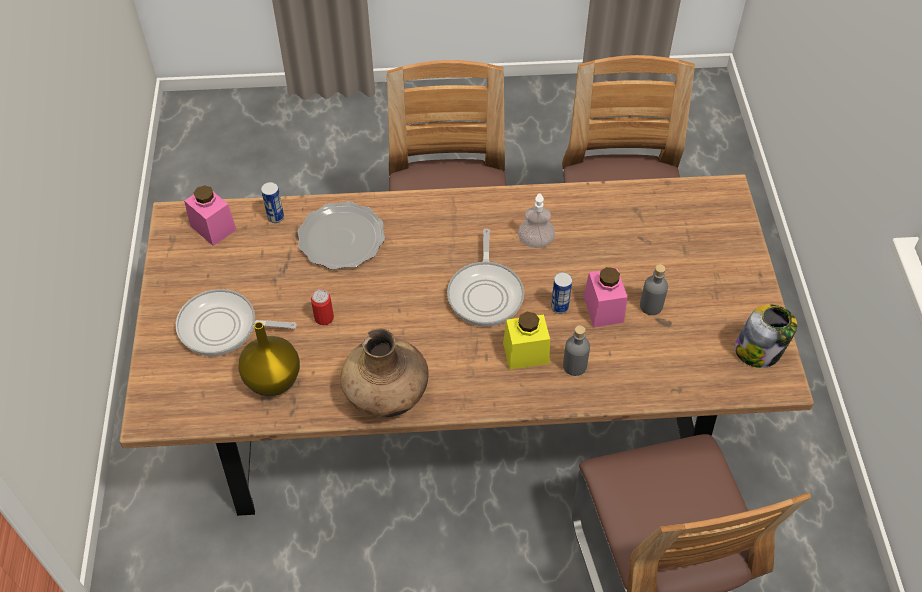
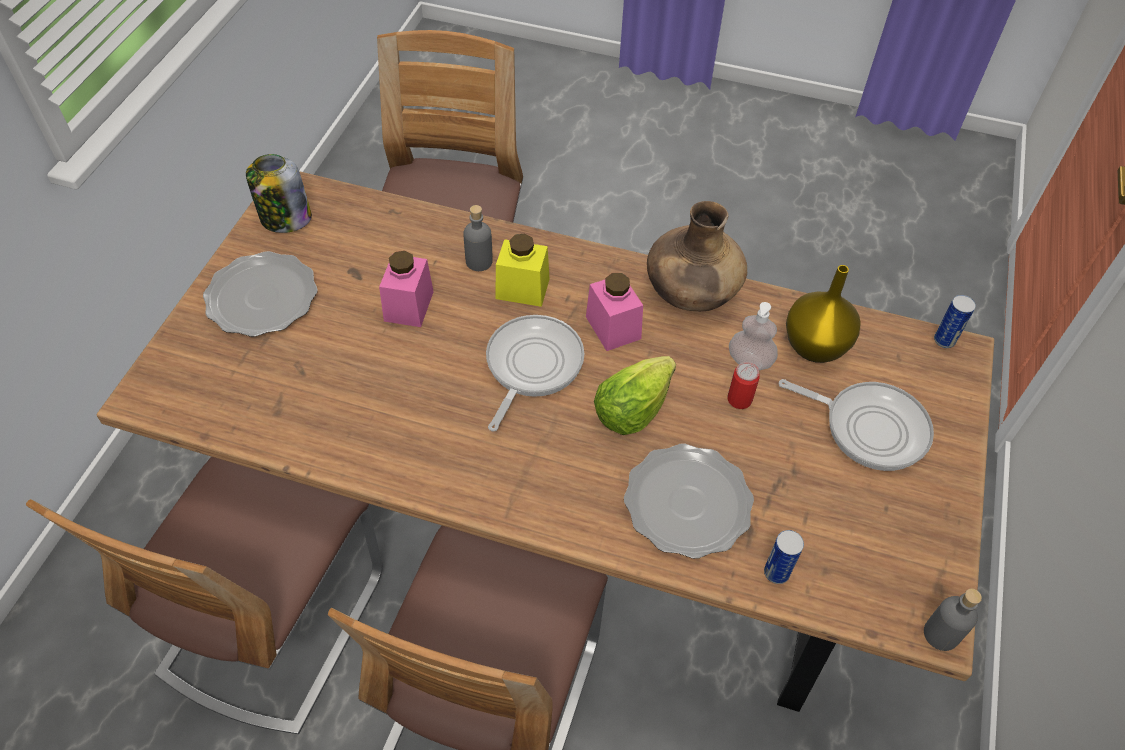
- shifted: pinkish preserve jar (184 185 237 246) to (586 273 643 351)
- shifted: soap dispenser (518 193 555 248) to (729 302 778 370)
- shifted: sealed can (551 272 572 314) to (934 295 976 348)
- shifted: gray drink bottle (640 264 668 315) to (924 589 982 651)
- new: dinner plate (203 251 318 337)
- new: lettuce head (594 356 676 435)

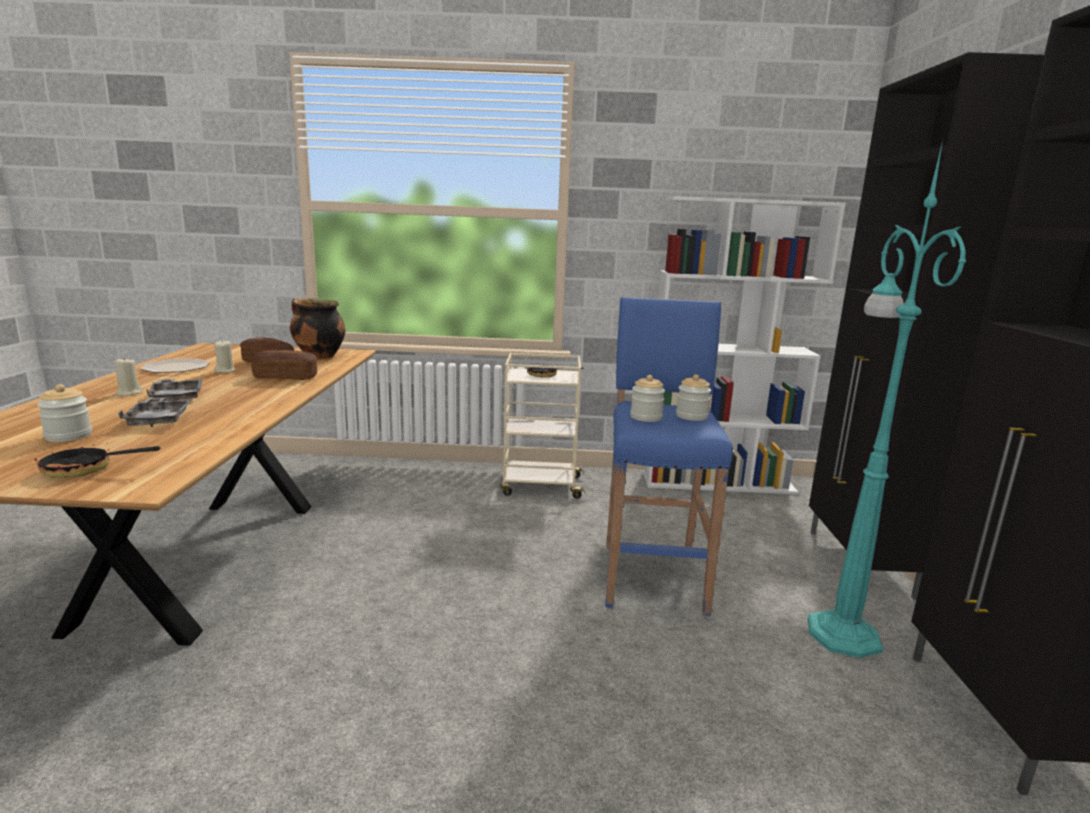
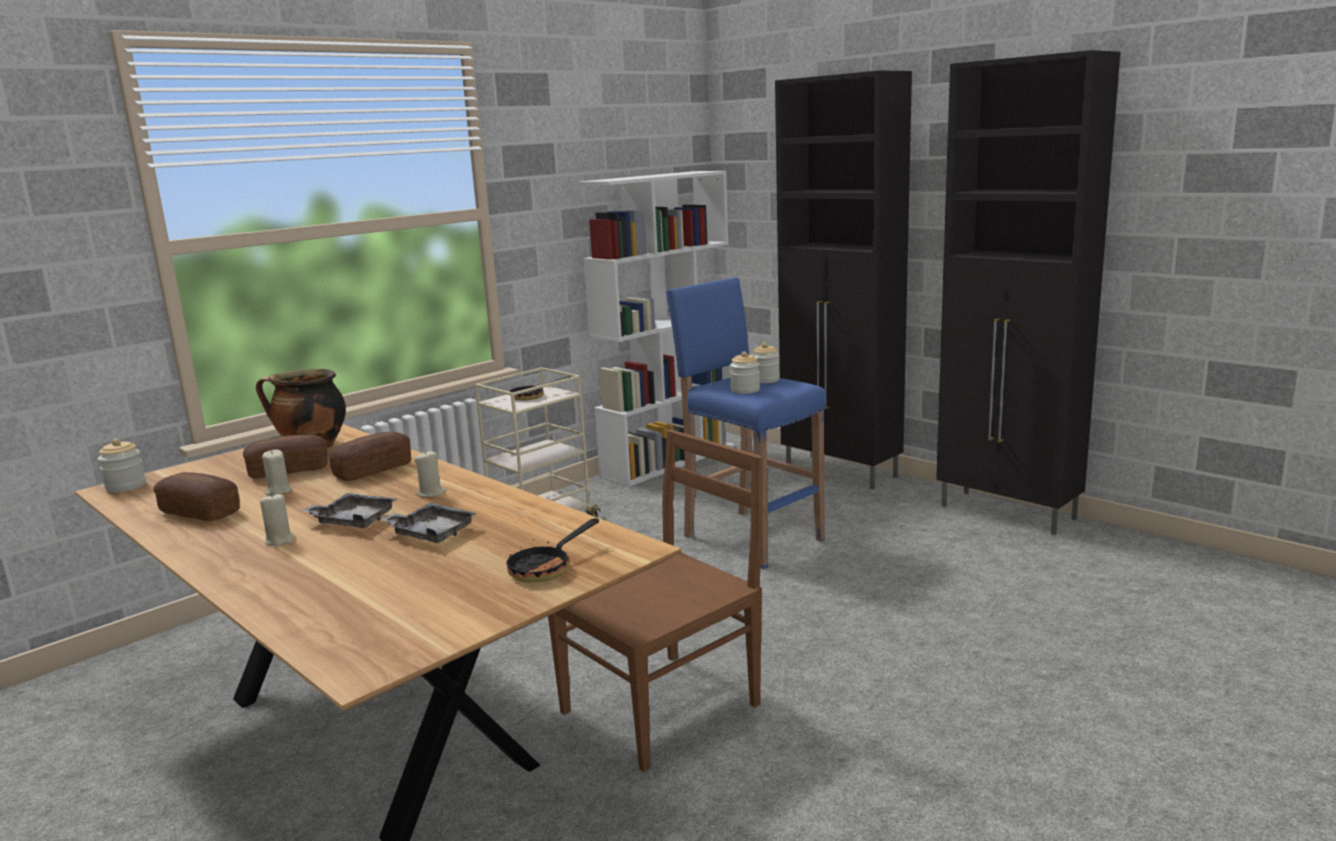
- shifted: preserve jar (37 384 92 442) to (98 439 146 492)
- swapped: dinner plate (140 358 210 373) to bakery bread (153 472 240 521)
- gone: turquoise standard lamp (808 141 966 658)
- new: beige-coloured candle (414 450 446 497)
- new: brown chair (548 429 763 772)

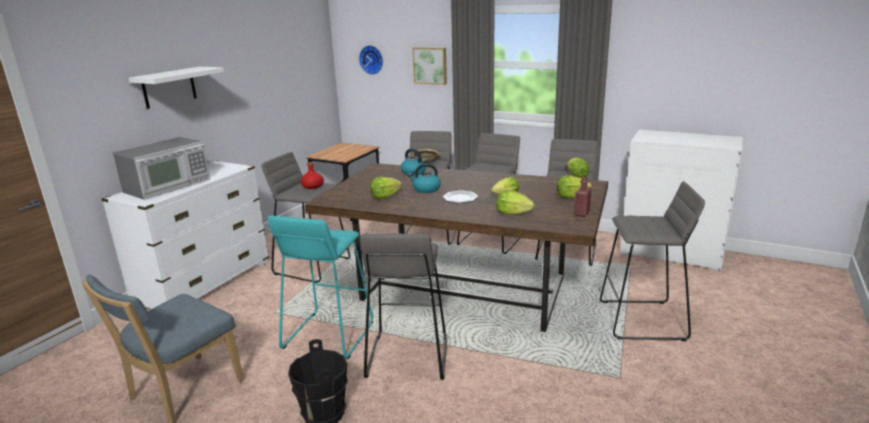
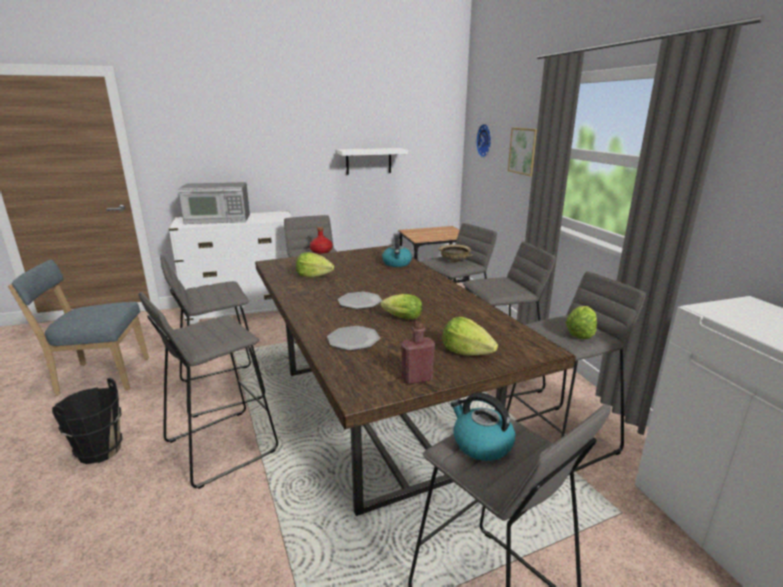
- shifted: white-coloured bracket shelf (129 67 224 109) to (337 148 408 175)
- repainted: turquoise sitting stool (268 216 373 359) to gray sitting stool (160 255 265 418)
- shifted: kettle (408 163 441 193) to (450 393 515 461)
- swapped: lettuce head (496 190 535 215) to dinner plate (327 326 380 351)

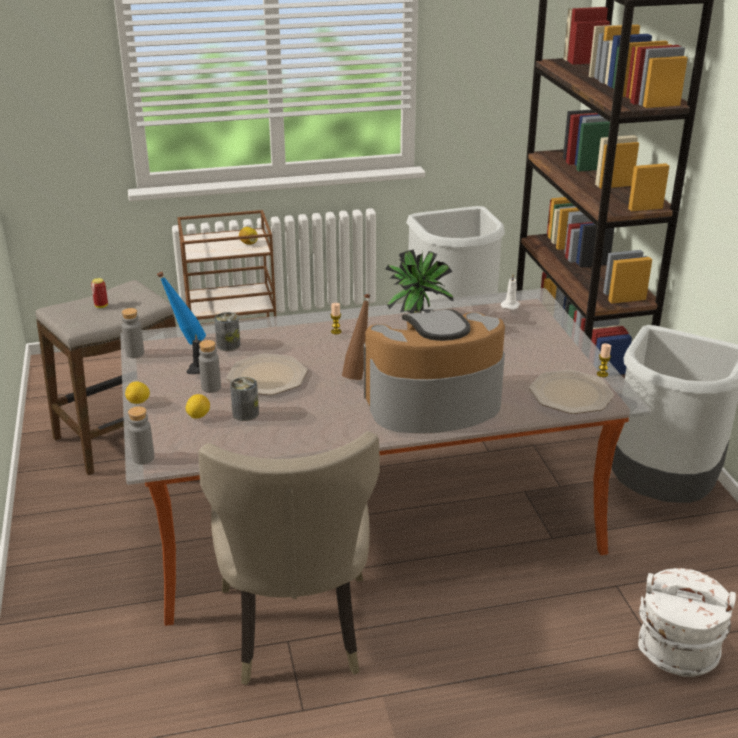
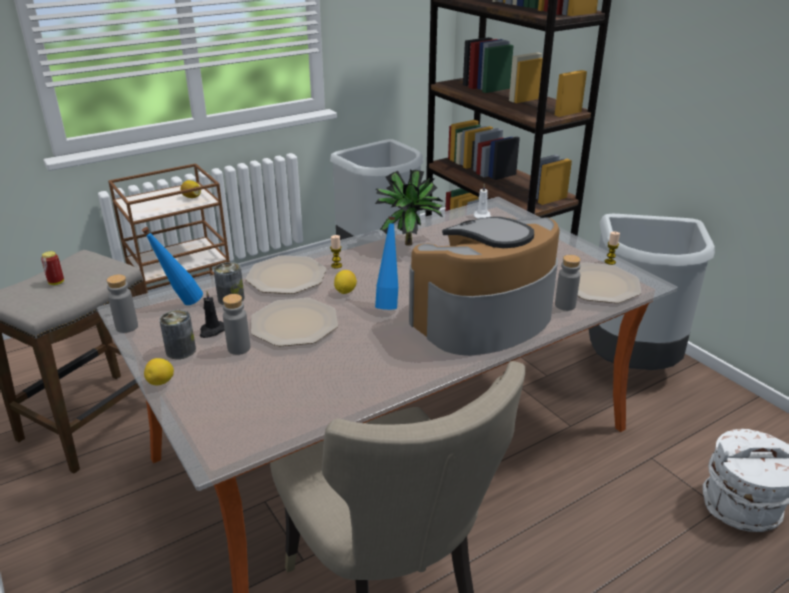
- shifted: gray drink bottle (128 406 155 464) to (555 255 581 311)
- shifted: lemon (186 394 210 419) to (334 270 357 294)
- shifted: sealed can (230 377 259 421) to (159 310 196 359)
- repainted: brown drink bottle (342 294 371 380) to bluish drink bottle (375 216 398 310)
- new: dinner plate (245 255 326 294)

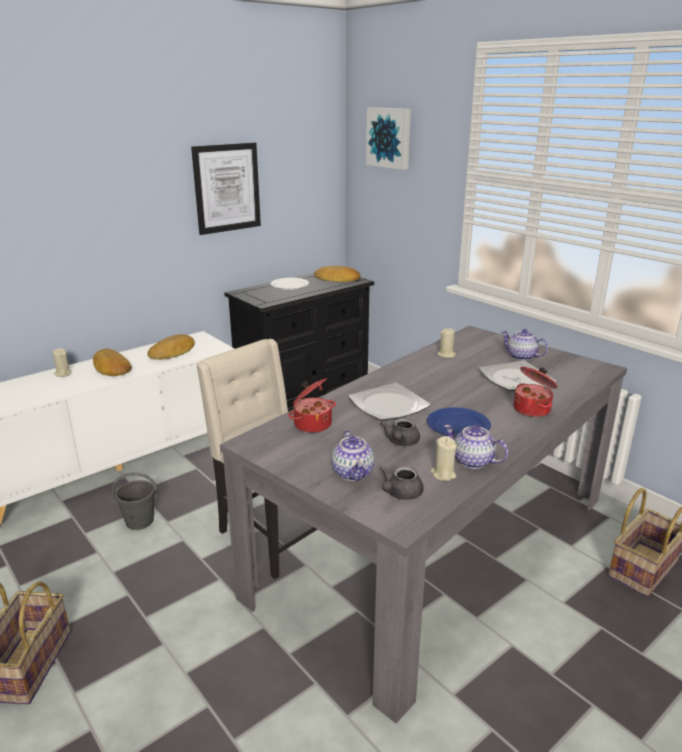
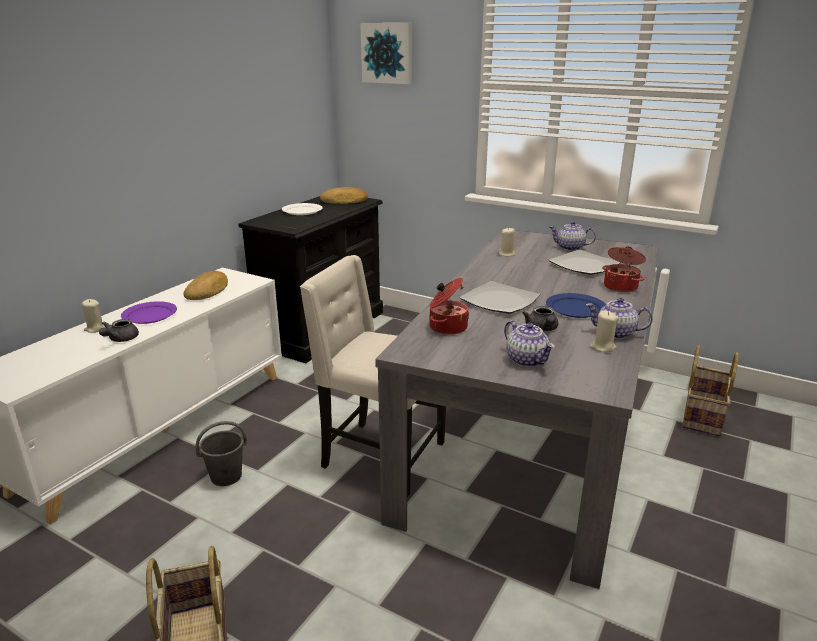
- swapped: bakery bread (93 348 132 376) to purple-coloured dinner plate (121 301 177 324)
- gone: picture (191 142 261 235)
- shifted: gray tea pot (380 467 424 500) to (99 319 139 342)

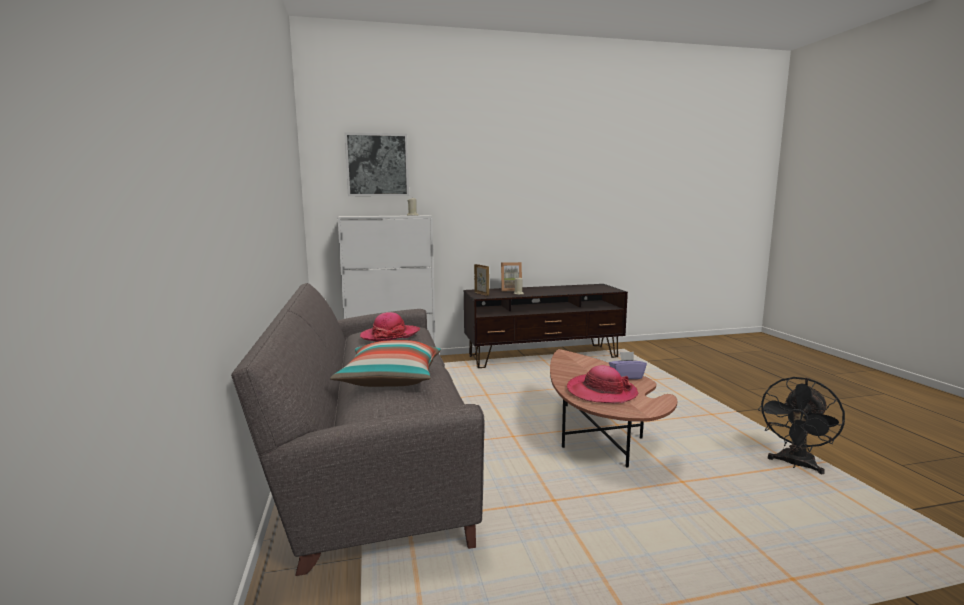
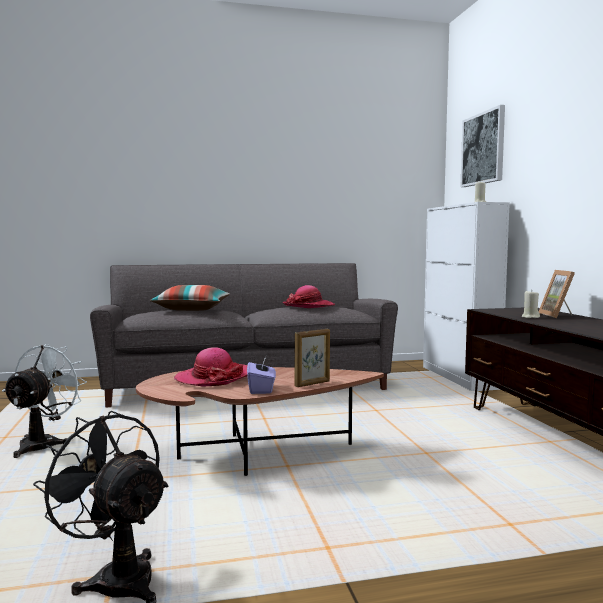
- shifted: standing frame (474 264 489 296) to (295 329 330 387)
- new: white-coloured fan (2 344 87 458)

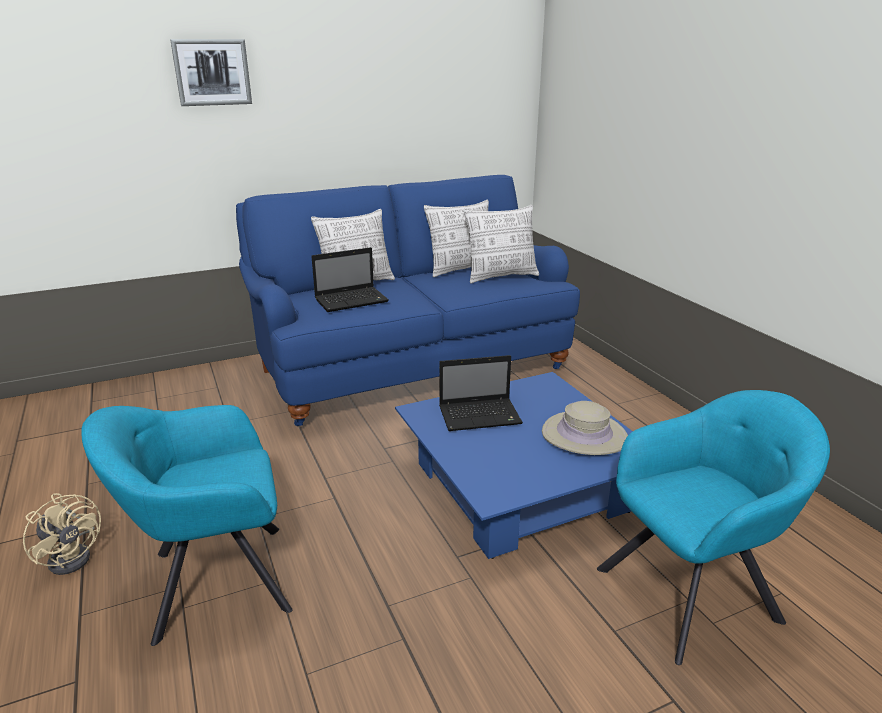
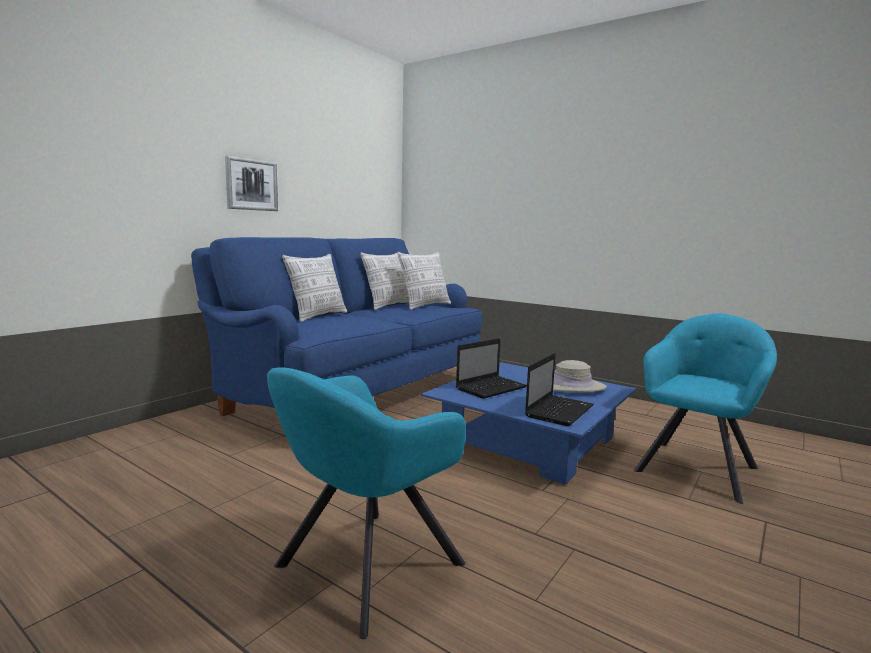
- gone: beige-coloured fan (23 493 101 575)
- shifted: picture (170 39 252 106) to (225 156 278 211)
- shifted: notebook computer (311 247 389 312) to (525 353 594 426)

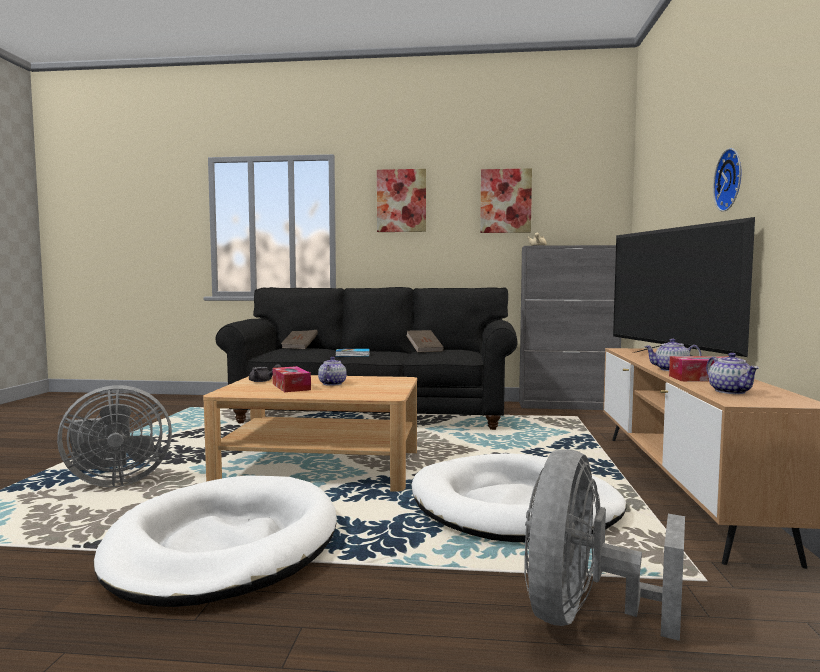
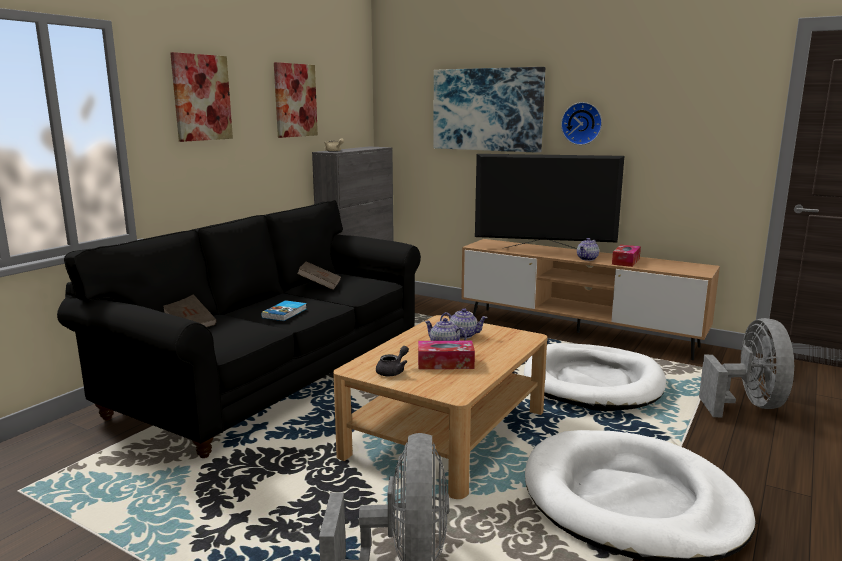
- rotated: gray fan (524 449 685 641) = (699 318 795 418) 135 degrees counterclockwise
- shifted: tea pot (706 353 759 394) to (440 308 488 339)
- new: picture (433 67 545 153)

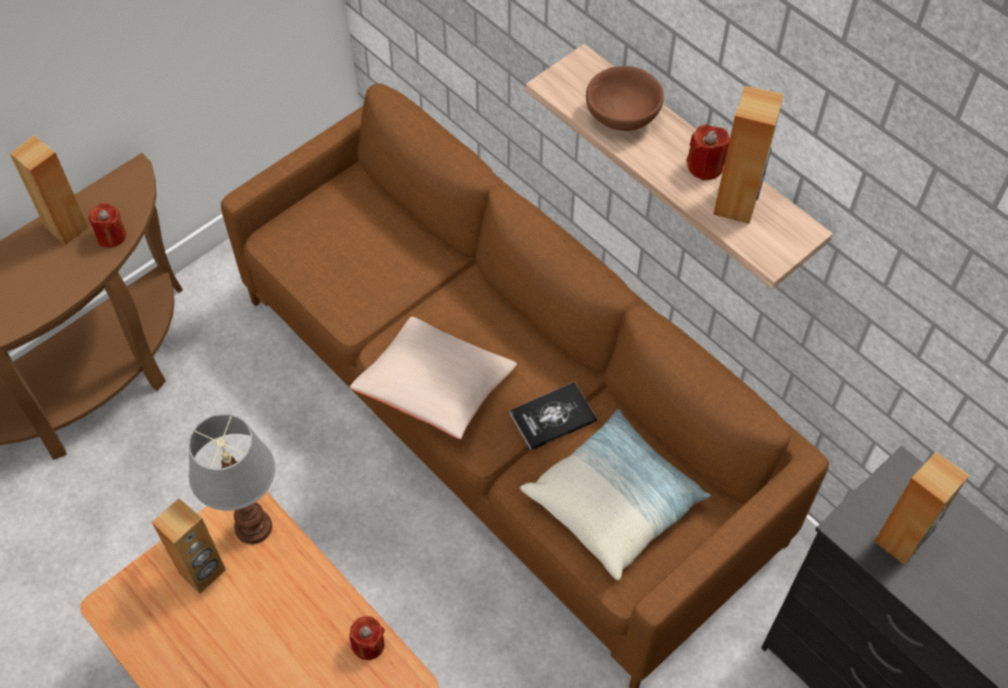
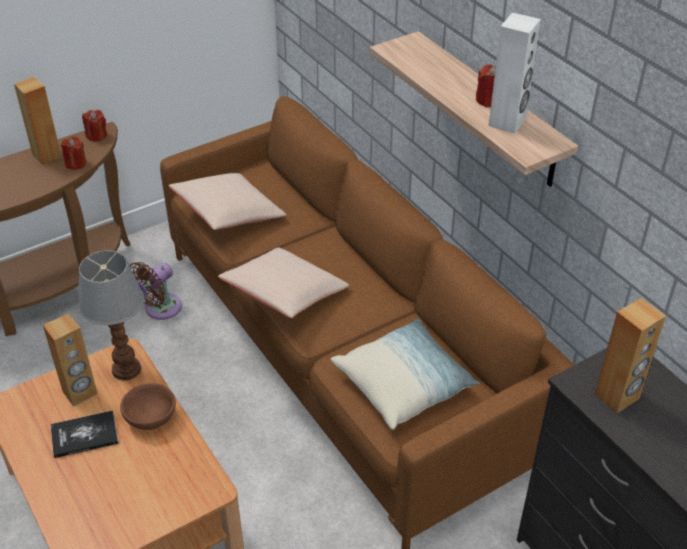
- shifted: red candle (349 616 385 660) to (82 110 107 141)
- shifted: volume (510 382 597 450) to (50 410 118 458)
- shifted: brown serving bowl (585 66 664 131) to (120 383 176 430)
- repainted: brown audio speaker (713 86 784 224) to white-coloured audio speaker (489 13 541 134)
- new: brown fan (130 262 182 320)
- new: beige-coloured throw pillow (169 173 286 230)

